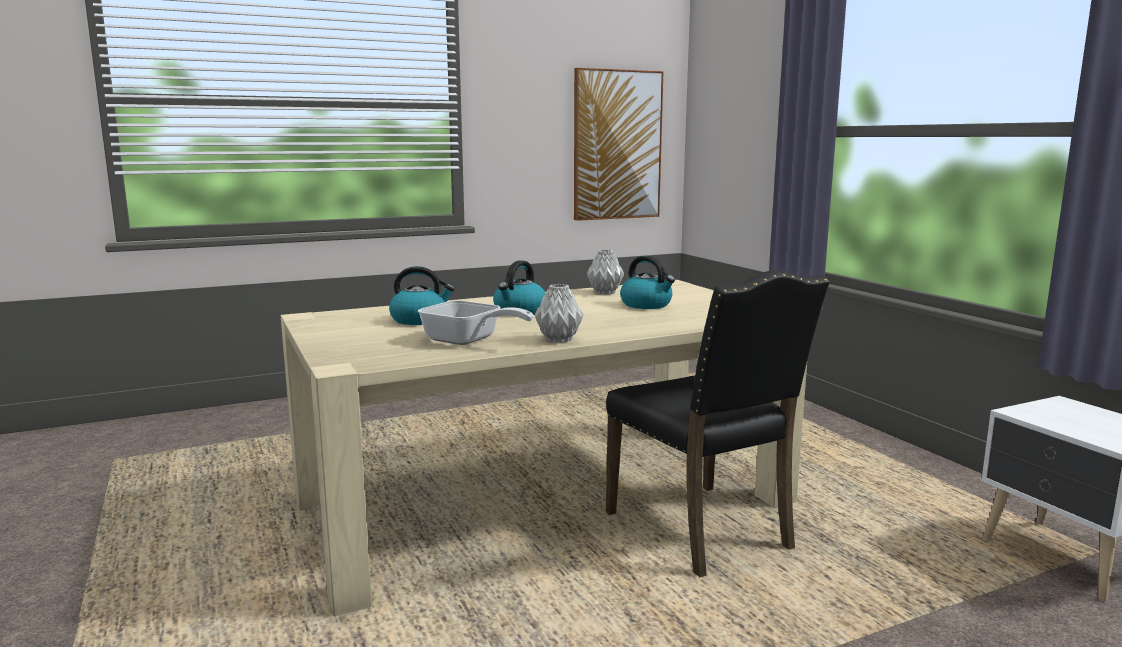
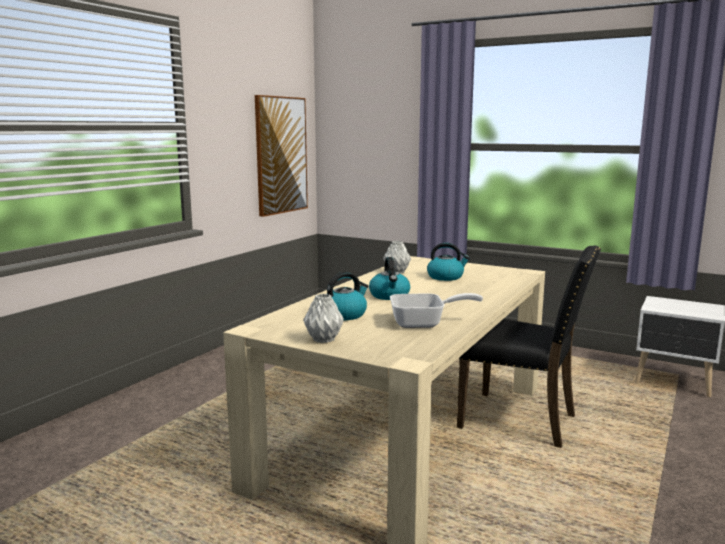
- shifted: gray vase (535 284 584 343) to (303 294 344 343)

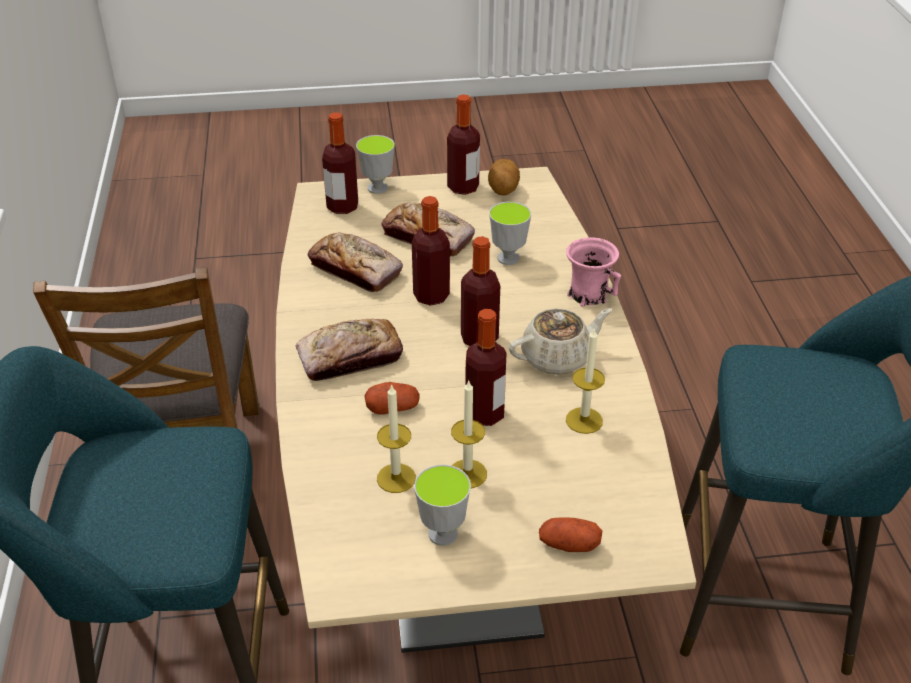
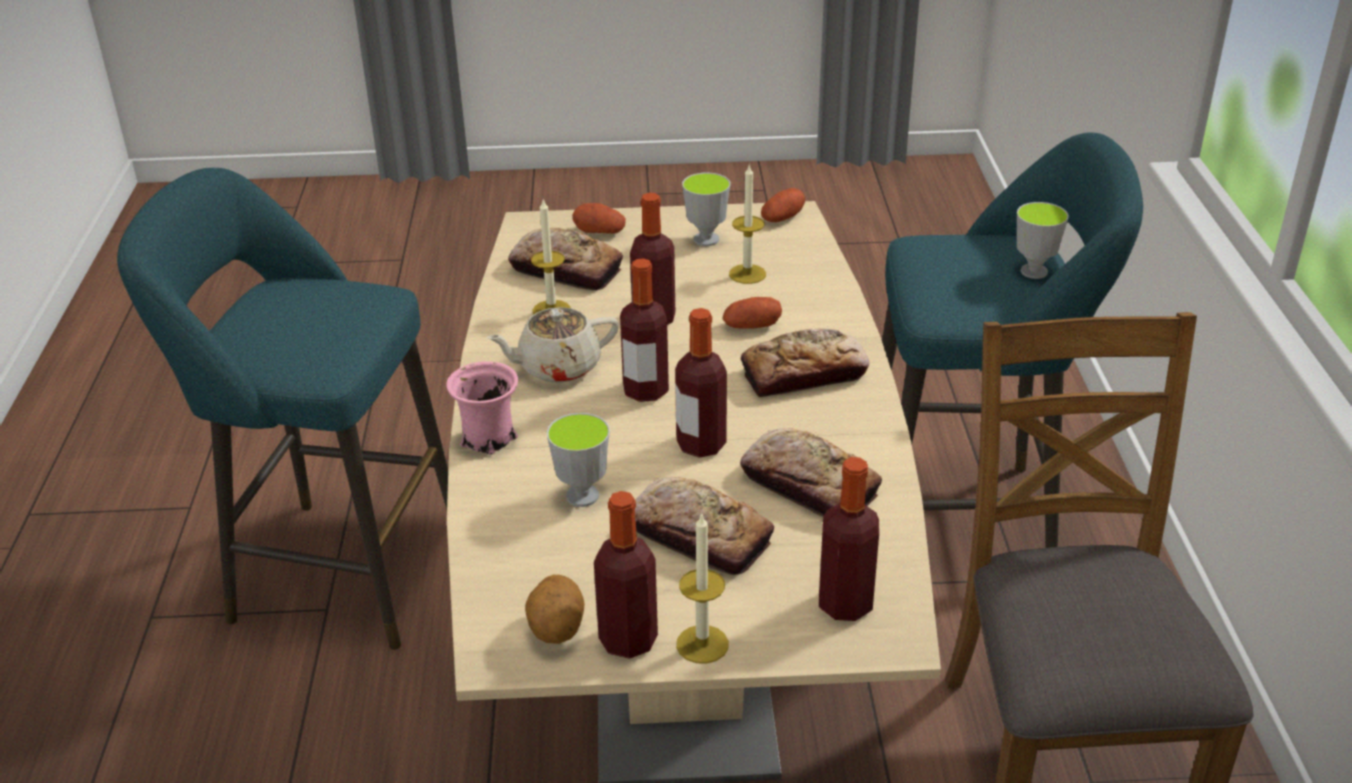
- shifted: drinking cup (356 135 395 194) to (1017 202 1069 279)
- shifted: candle (451 380 487 488) to (676 513 729 664)
- new: bakery bread (508 227 623 291)
- new: whole potato (761 188 805 222)

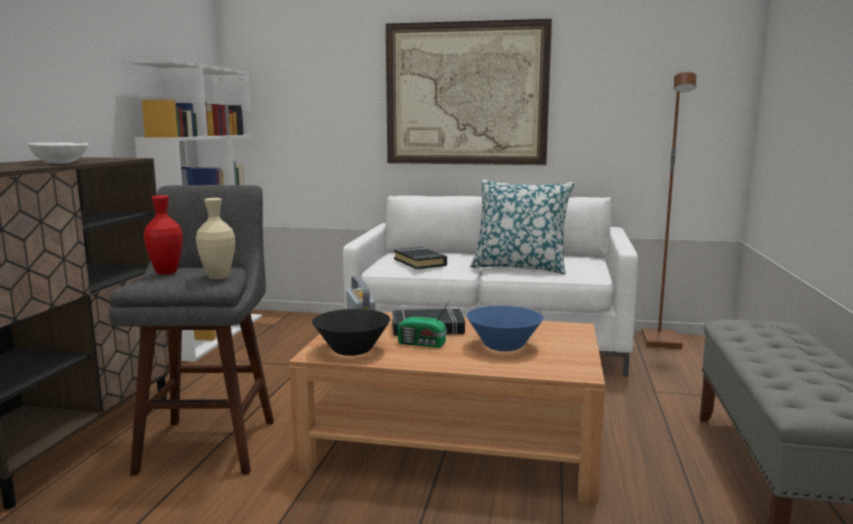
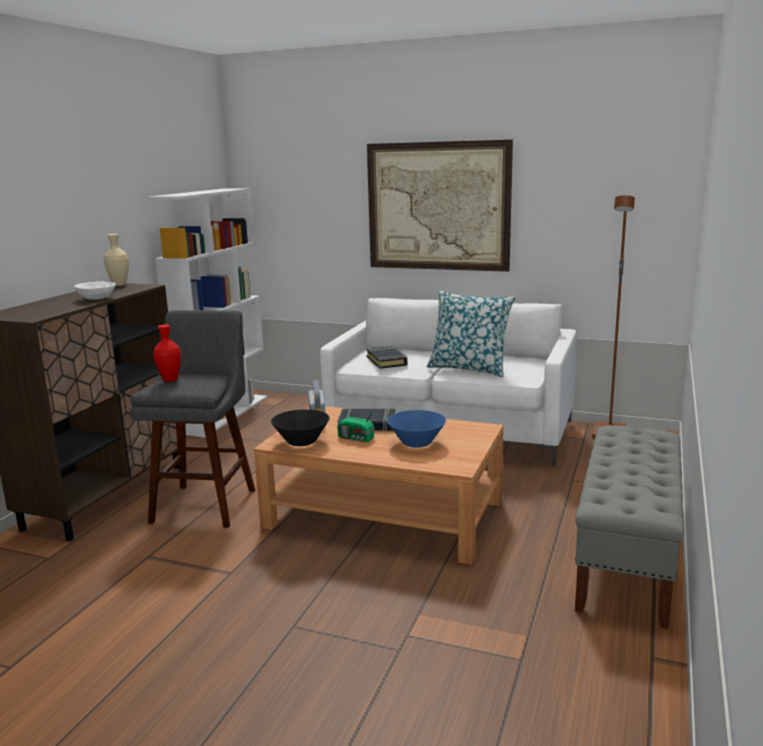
- shifted: beige-coloured vase (196 198 235 279) to (104 234 129 286)

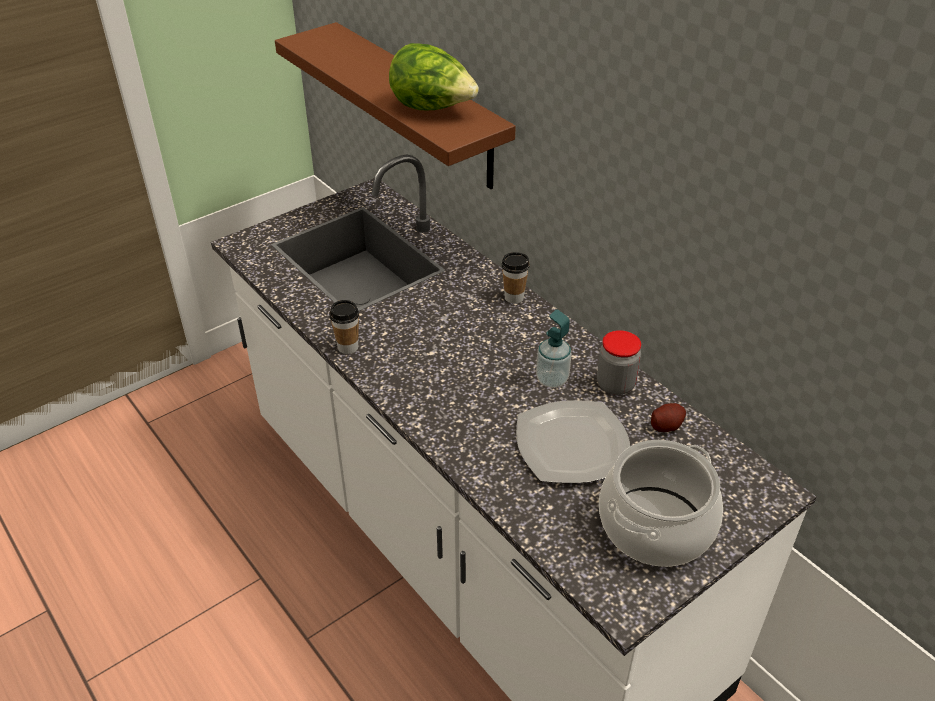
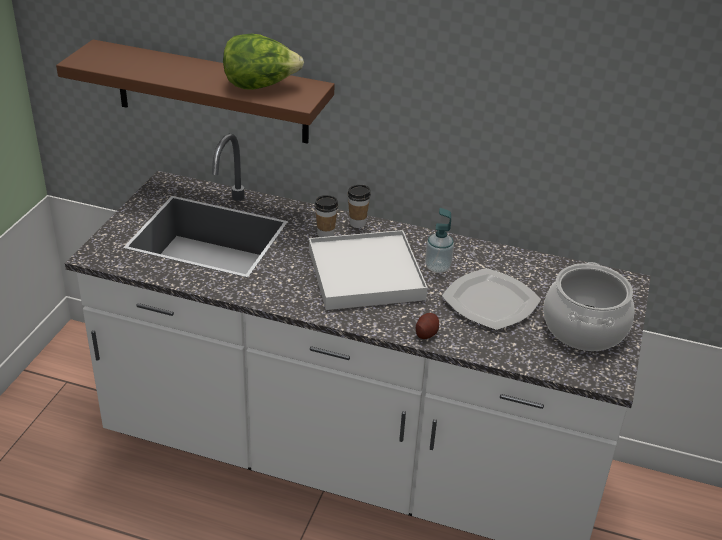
- shifted: drinking cup (329 300 359 354) to (315 195 338 237)
- gone: preserve jar (597 330 641 395)
- shifted: whole potato (651 403 686 432) to (416 313 439 339)
- new: white-coloured serving tray (309 230 428 310)

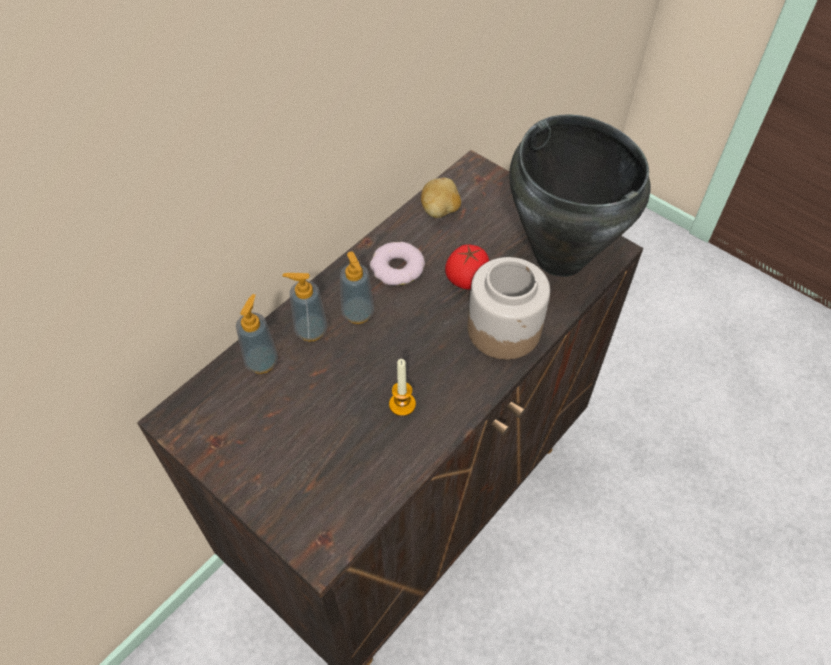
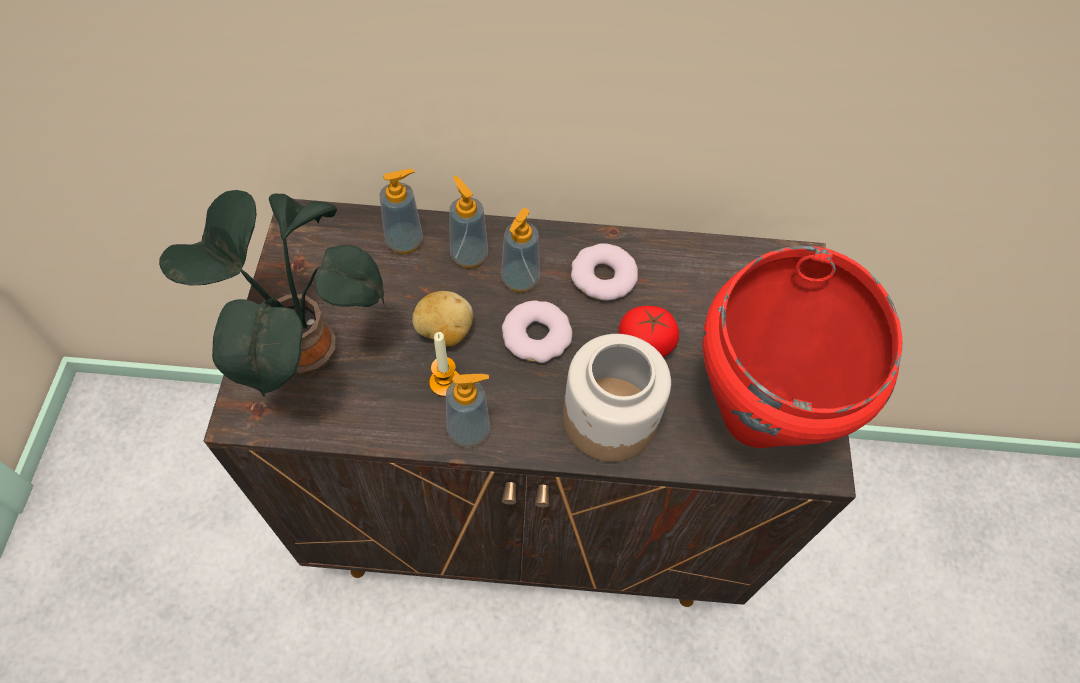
- shifted: whole potato (421 178 461 218) to (412 291 473 346)
- repainted: black-coloured stockpot (509 114 651 277) to red stockpot (702 246 902 448)
- new: houseplant (159 190 385 397)
- new: soap dispenser (446 374 490 447)
- new: doughnut (502 300 572 363)

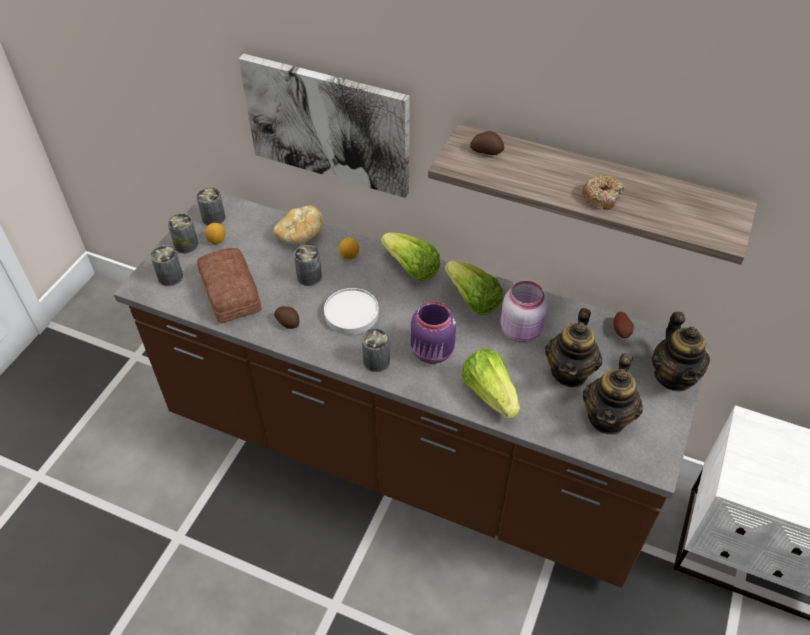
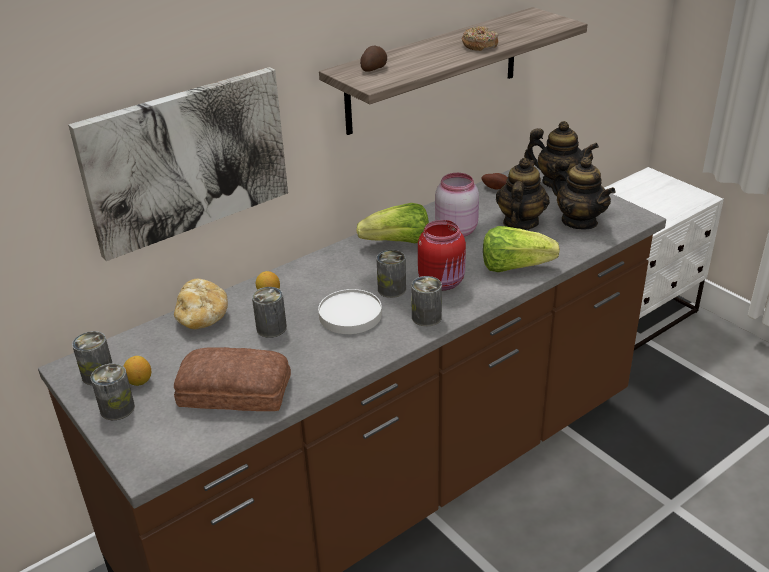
- shifted: sealed can (151 245 183 286) to (376 250 406 298)
- gone: whole potato (274 306 300 329)
- gone: lettuce head (381 232 440 282)
- repainted: purple-coloured preserve jar (411 301 456 364) to red preserve jar (418 220 466 291)
- rotated: tea pot (545 308 602 387) = (496 158 550 230) 120 degrees counterclockwise

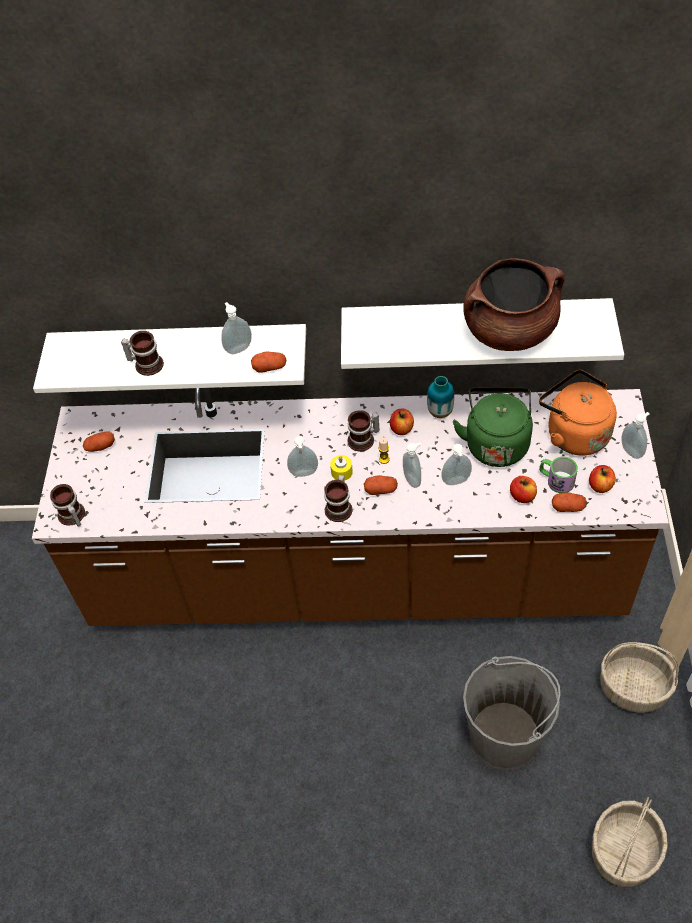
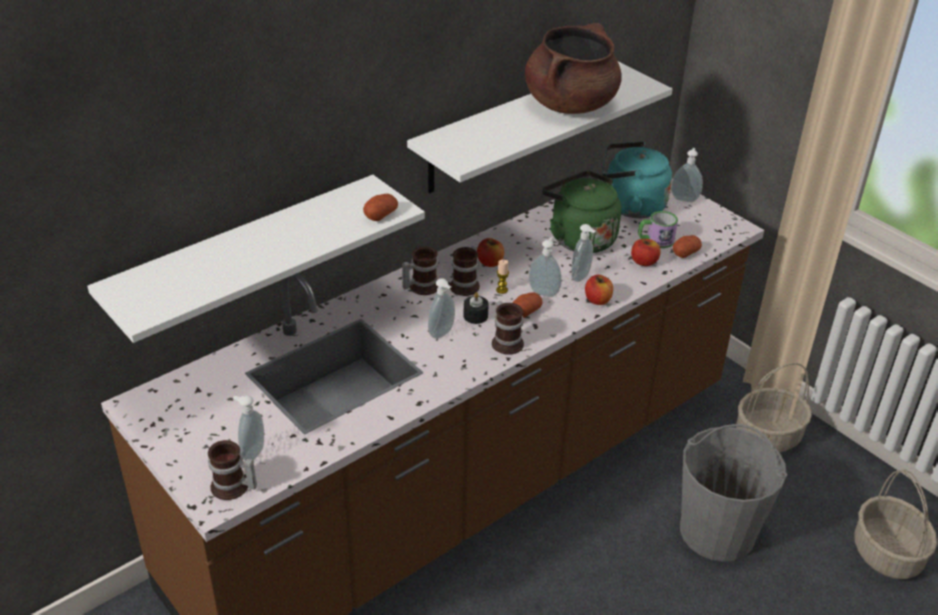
- gone: whole potato (83 431 115 452)
- shifted: mug (121 331 164 376) to (402 247 438 295)
- shifted: soap dispenser (221 302 252 354) to (233 395 264 461)
- repainted: yellowish candle (330 455 353 481) to black-coloured candle (463 292 489 324)
- gone: vase (427 376 454 418)
- repainted: orangey kettle (539 370 617 456) to turquoise kettle (602 141 672 218)
- shifted: apple fruit (589 465 616 493) to (585 275 613 305)

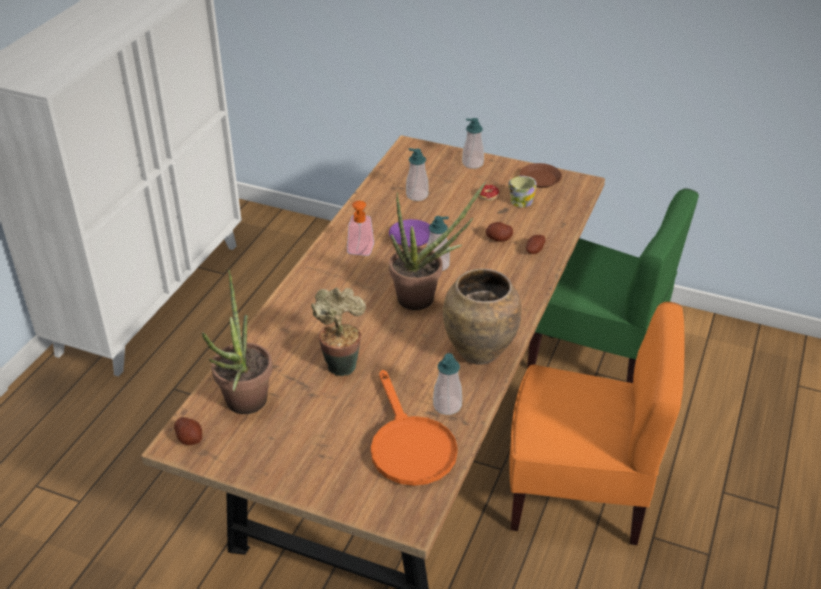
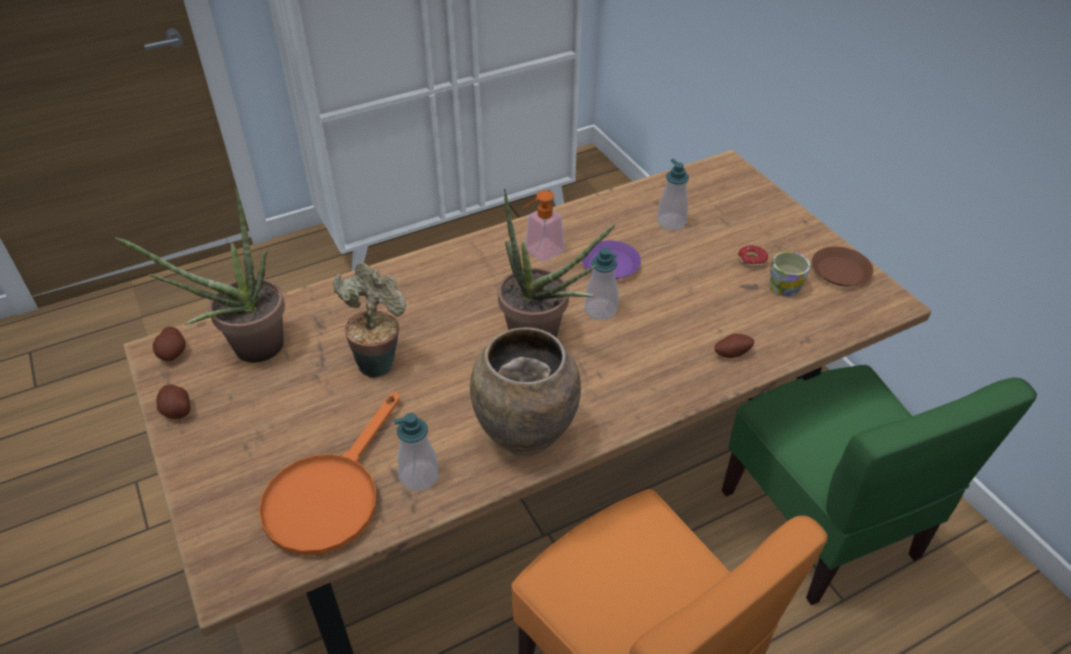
- gone: soap dispenser (462 118 484 169)
- shifted: whole potato (486 222 513 242) to (156 385 190 419)

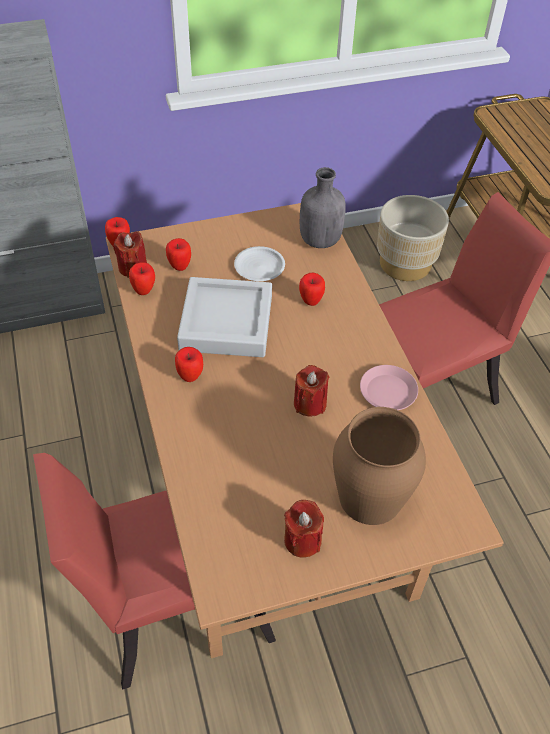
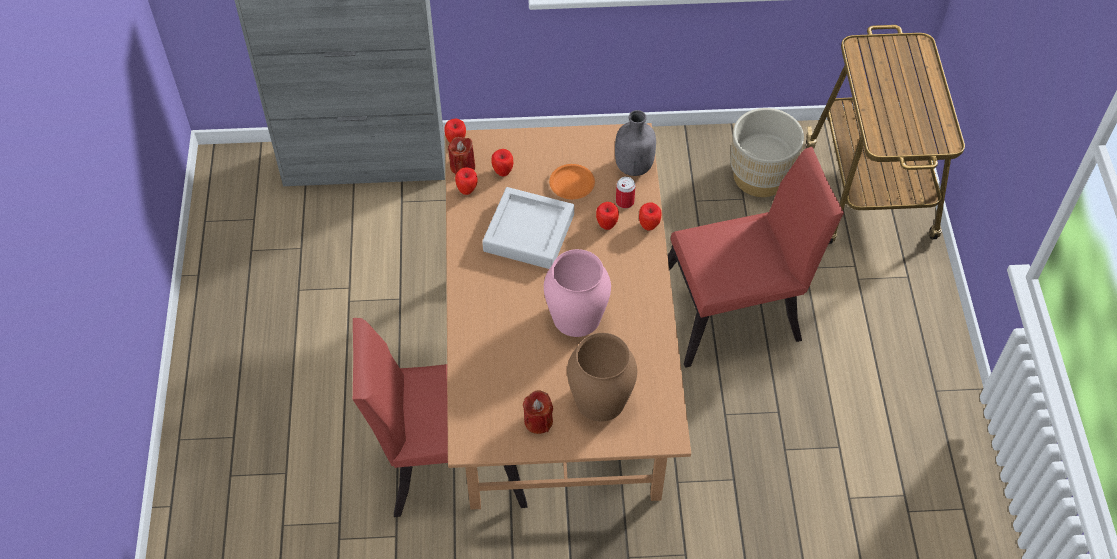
- shifted: apple fruit (175 347 203 382) to (639 202 661 231)
- repainted: white-coloured dinner plate (234 246 285 281) to orangey dinner plate (549 164 595 199)
- swapped: red candle (294 365 329 417) to pinkish vase (544 249 611 337)
- gone: pinkish dinner plate (360 365 418 410)
- new: sealed can (616 177 636 208)

